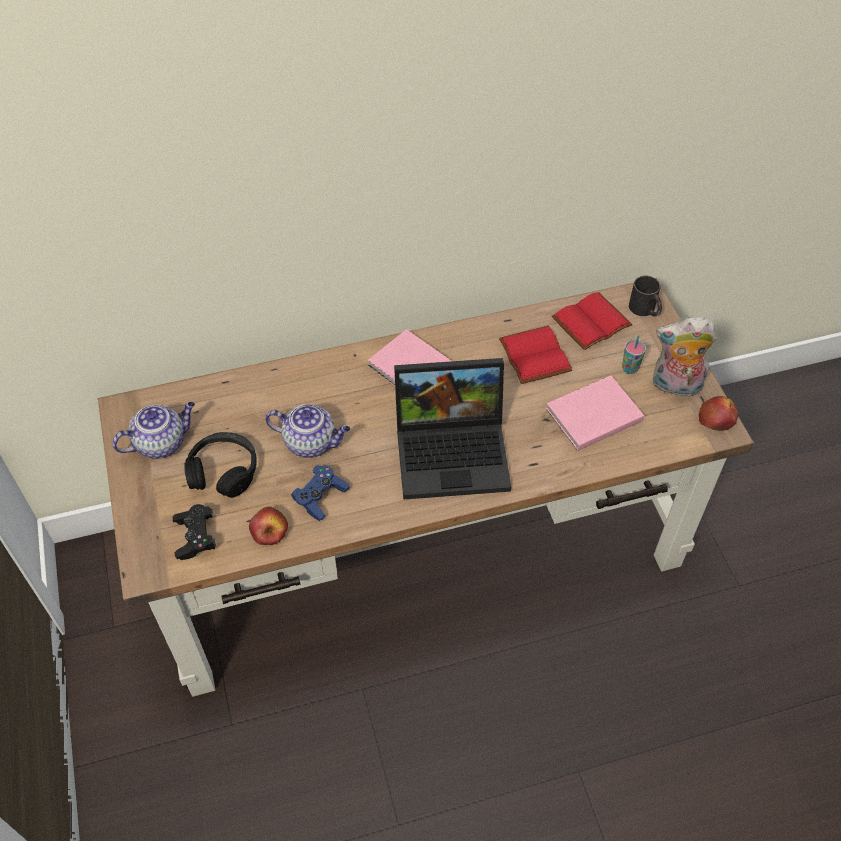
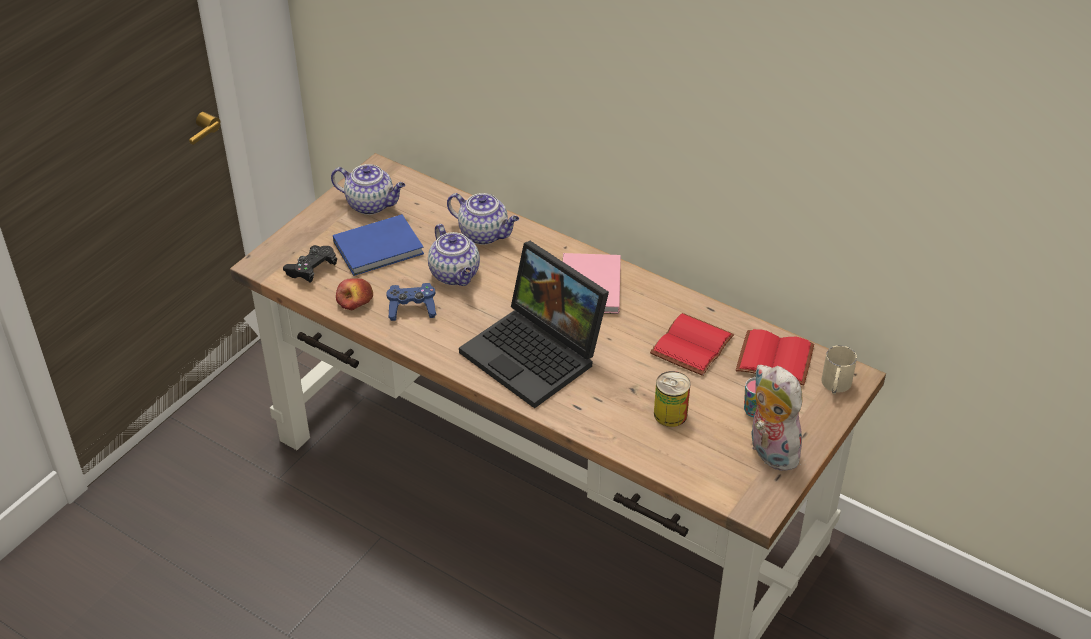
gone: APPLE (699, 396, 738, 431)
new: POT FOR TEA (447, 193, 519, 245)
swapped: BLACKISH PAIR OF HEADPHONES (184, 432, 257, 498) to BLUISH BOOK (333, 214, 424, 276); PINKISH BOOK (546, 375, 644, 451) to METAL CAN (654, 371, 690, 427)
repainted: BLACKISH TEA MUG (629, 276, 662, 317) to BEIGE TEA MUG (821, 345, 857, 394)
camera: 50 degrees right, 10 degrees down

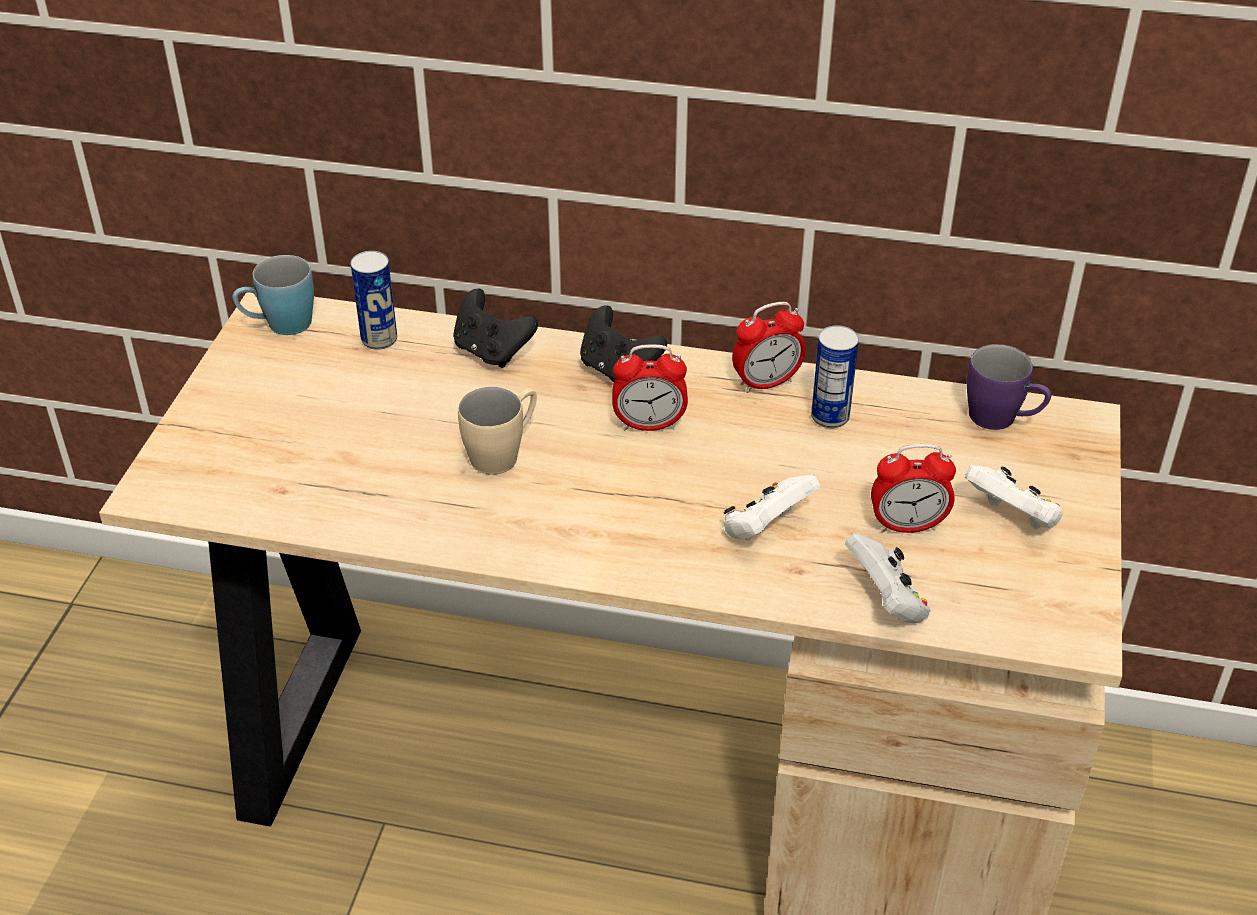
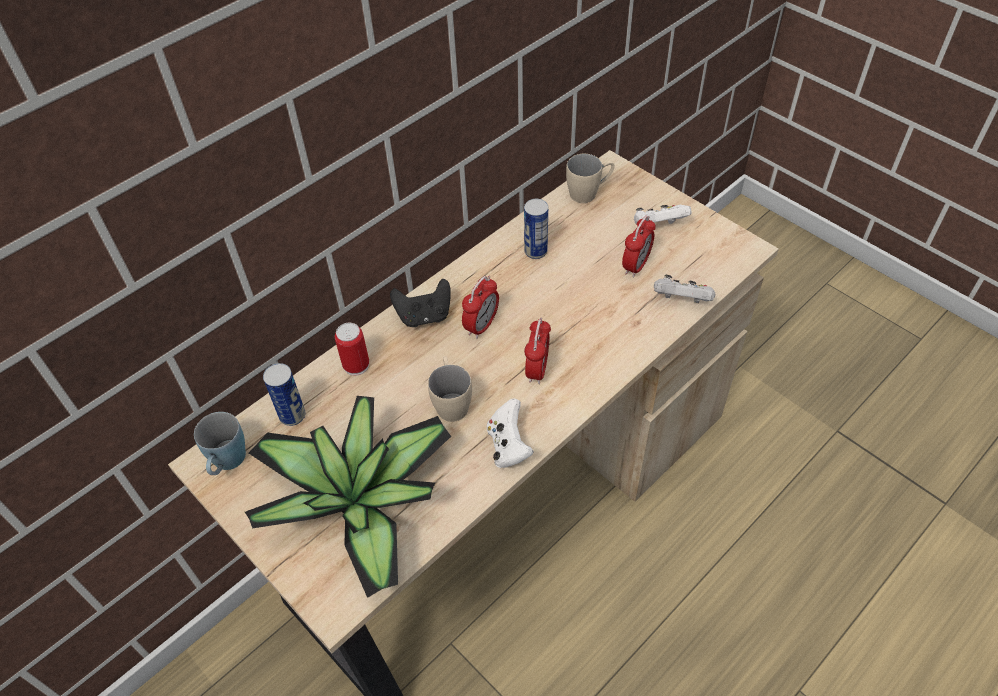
new: POTTED PLANT (245, 396, 451, 598)
shifted: WHITE-COLOURED JOYPAD (723, 475, 821, 541) to (487, 399, 534, 468); ALARM CLOCK (732, 302, 806, 393) to (524, 318, 551, 384)
swapped: BLACKISH JOYPAD (453, 288, 538, 368) to METAL CAN (335, 323, 369, 376)
repainted: PURPLE-COLOURED TEA MUG (967, 344, 1051, 430) to BEIGE TEA MUG (566, 154, 615, 203)
camera: 55 degrees left, 10 degrees up

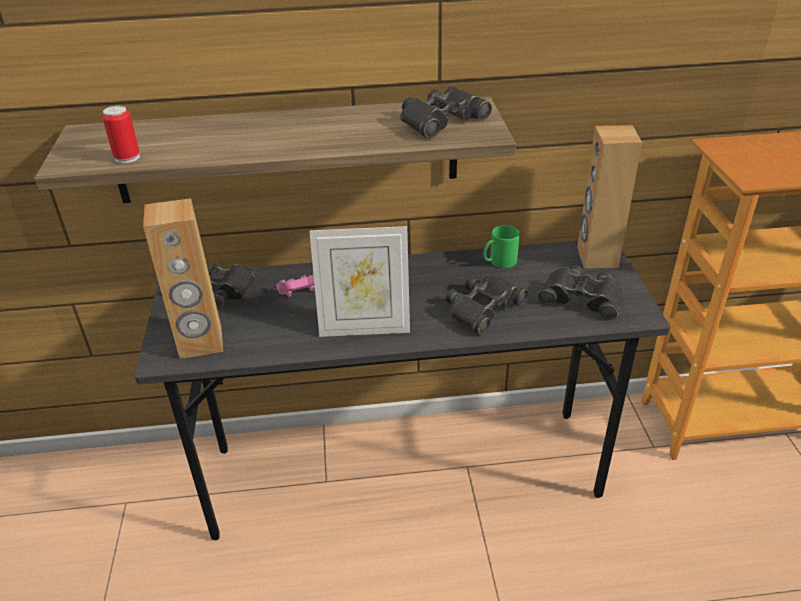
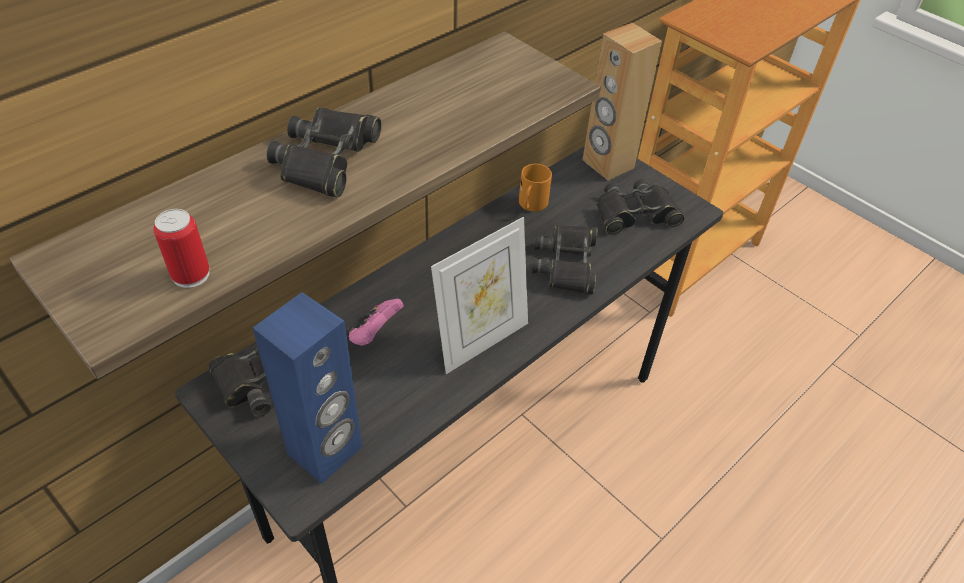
shifted: BLACKISH PAIR OF BINOCULARS (400, 86, 492, 139) to (267, 107, 382, 198)
repainted: BROWN LOUDSPEAKER (143, 198, 223, 359) to BLUISH LOUDSPEAKER (253, 292, 362, 484); GREENISH TEA MUG (483, 225, 520, 268) to ORANGE-COLOURED TEA MUG (519, 164, 552, 212)
camera: 40 degrees left, 10 degrees up

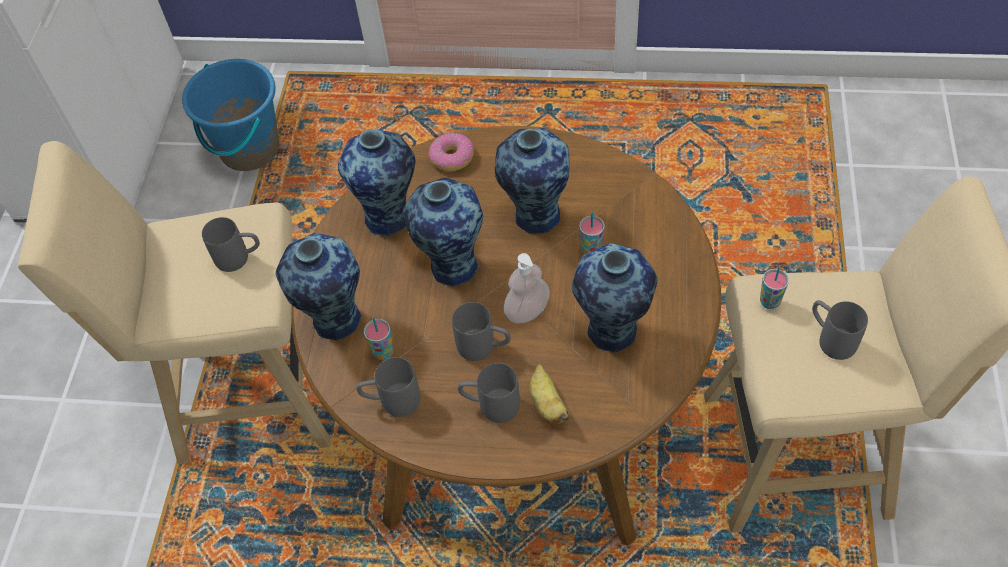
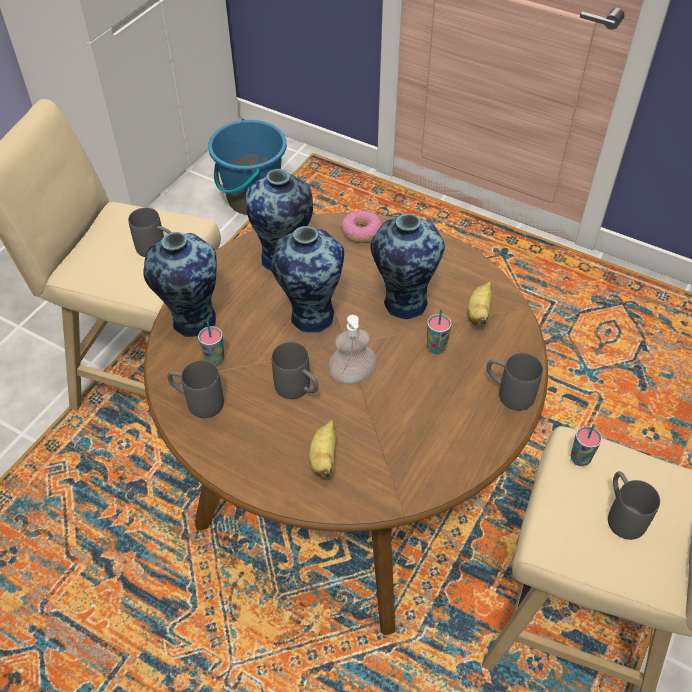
gone: FLOWER VASE (572, 243, 658, 352)
new: BANANA (468, 282, 492, 327)
shifted: GRAY TEA MUG (458, 363, 520, 423) to (487, 353, 543, 411)
camera: 20 degrees right, 5 degrees down

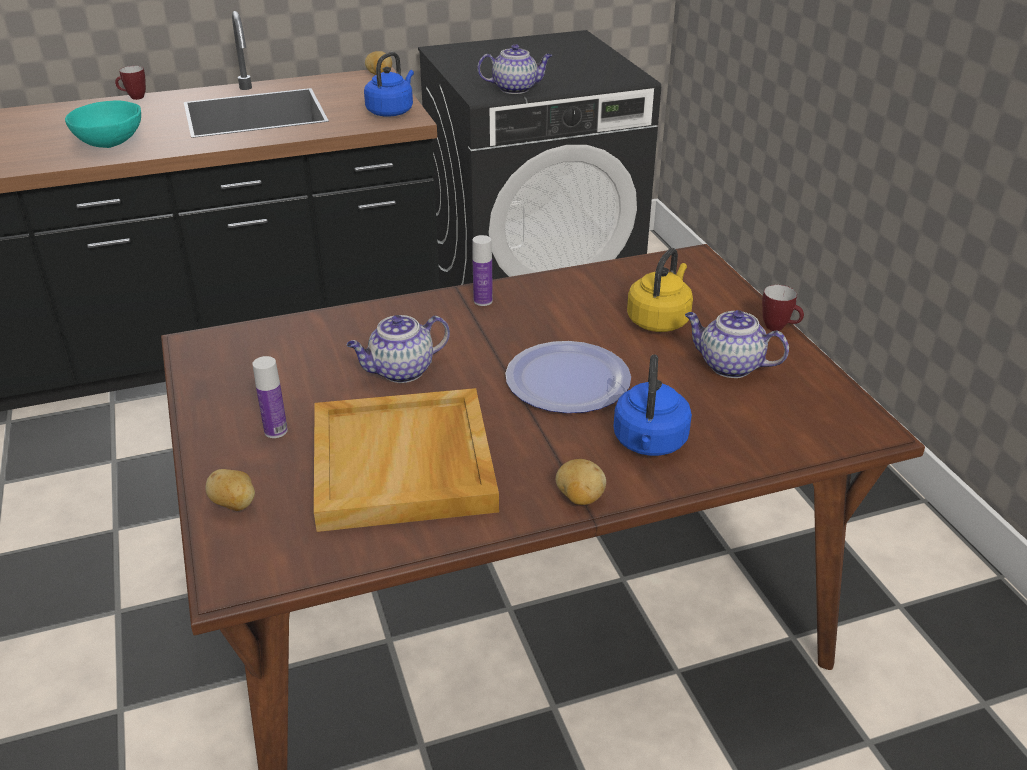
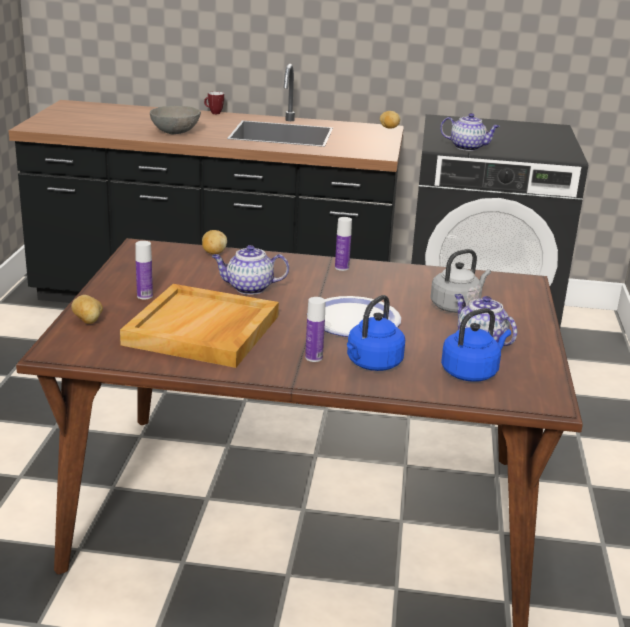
gone: TEA MUG (762, 285, 804, 331)
new: BOTTLE (305, 297, 326, 362)
shifted: SPUD (556, 459, 606, 505) to (202, 230, 227, 254); BLUISH KETTLE (364, 52, 414, 116) to (441, 308, 511, 382)
repainted: BLUE-GREEN DEEP DISH (65, 100, 141, 148) to GRAY DEEP DISH (150, 106, 201, 134); YELLOWISH KETTLE (627, 248, 693, 332) to GRAY KETTLE (430, 249, 491, 313)
camera: 25 degrees right, 10 degrees down

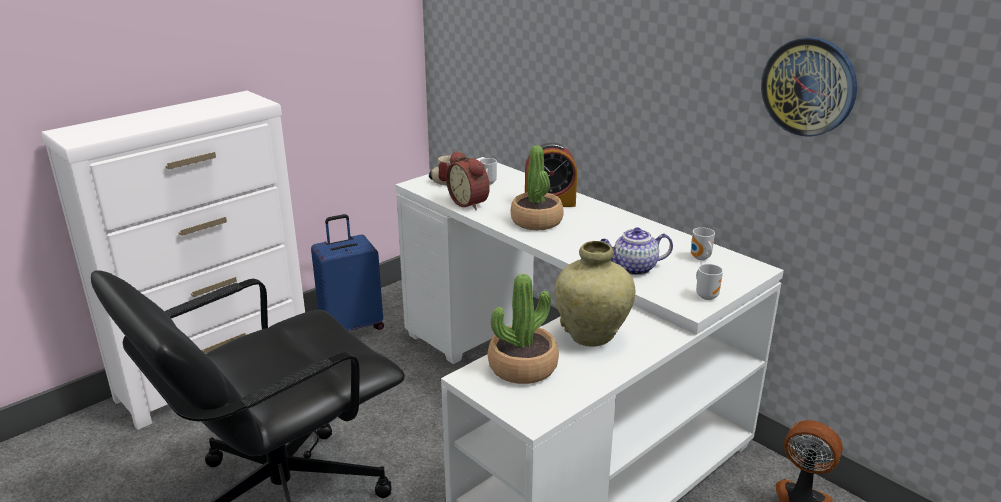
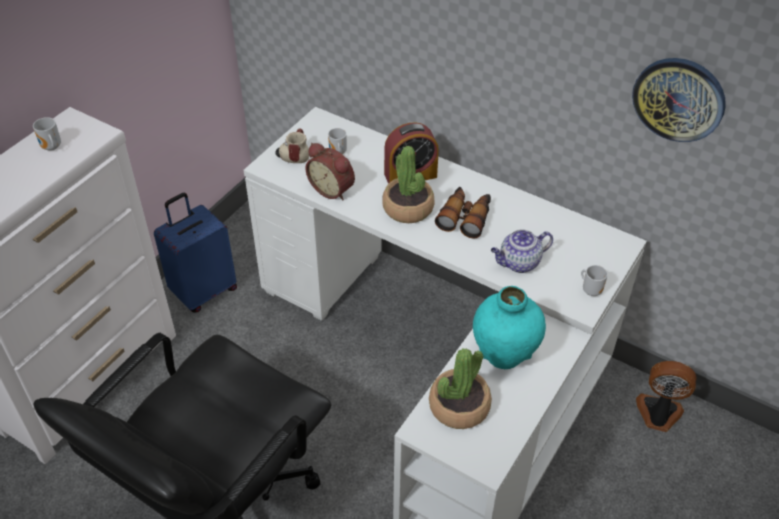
new: PAIR OF BINOCULARS (435, 187, 491, 239)
shifted: TEA MUG (691, 227, 715, 260) to (33, 117, 61, 151)
repainted: BEIGE FLOWER VASE (554, 241, 636, 347) to BLUE-GREEN FLOWER VASE (473, 286, 546, 369)
camera: 15 degrees left, 20 degrees up

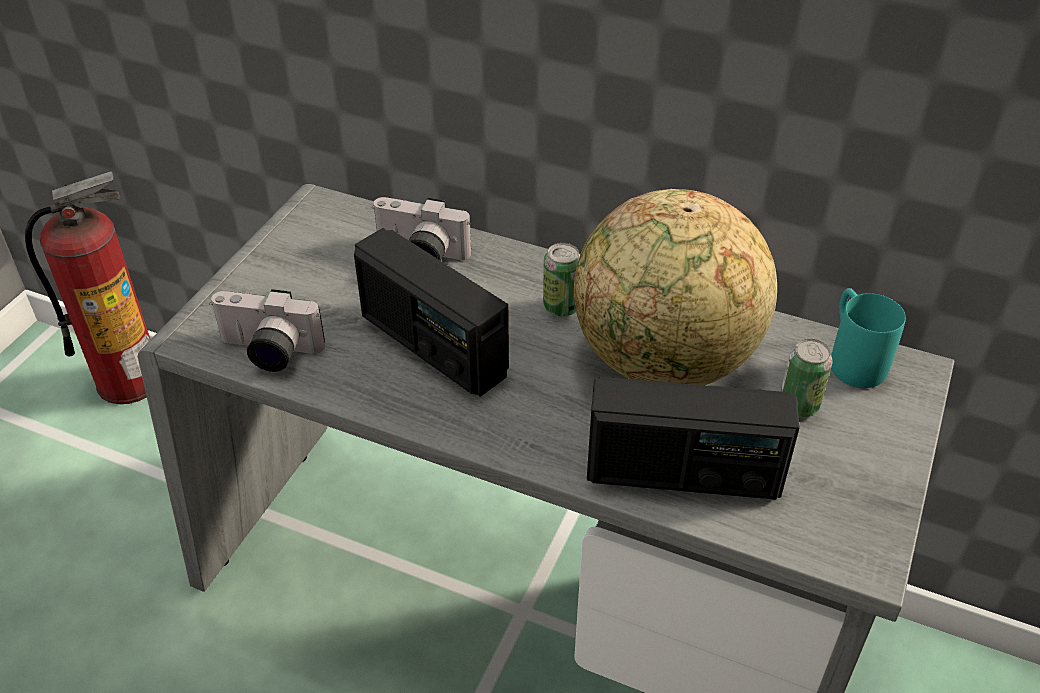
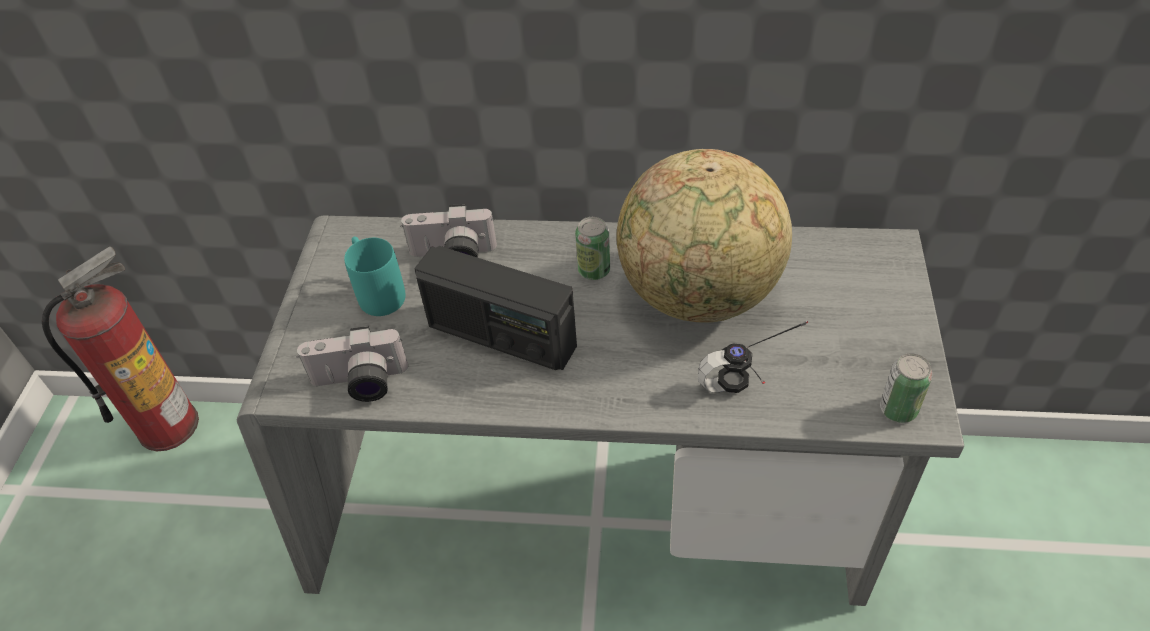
shifted: BLUE-GREEN TEA MUG (831, 288, 906, 388) to (344, 236, 406, 316); METAL CAN (781, 339, 833, 417) to (880, 353, 932, 423)
swapped: RADIO SET (587, 377, 800, 500) to PAIR OF HEADPHONES (698, 320, 808, 393)
camera: 15 degrees left, 5 degrees up

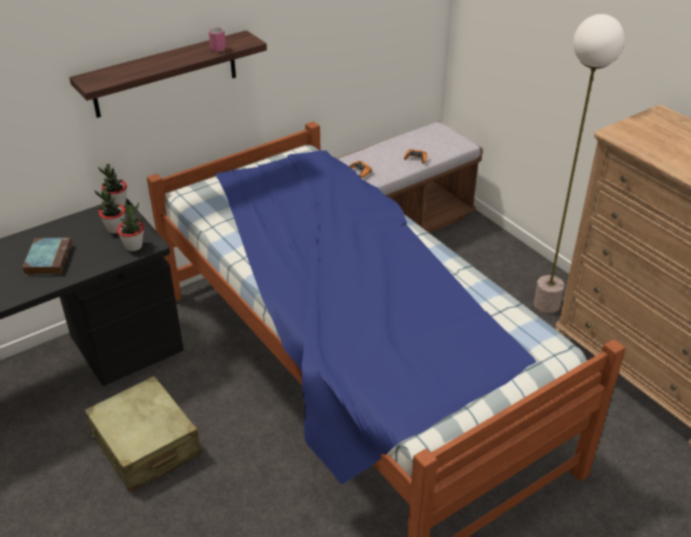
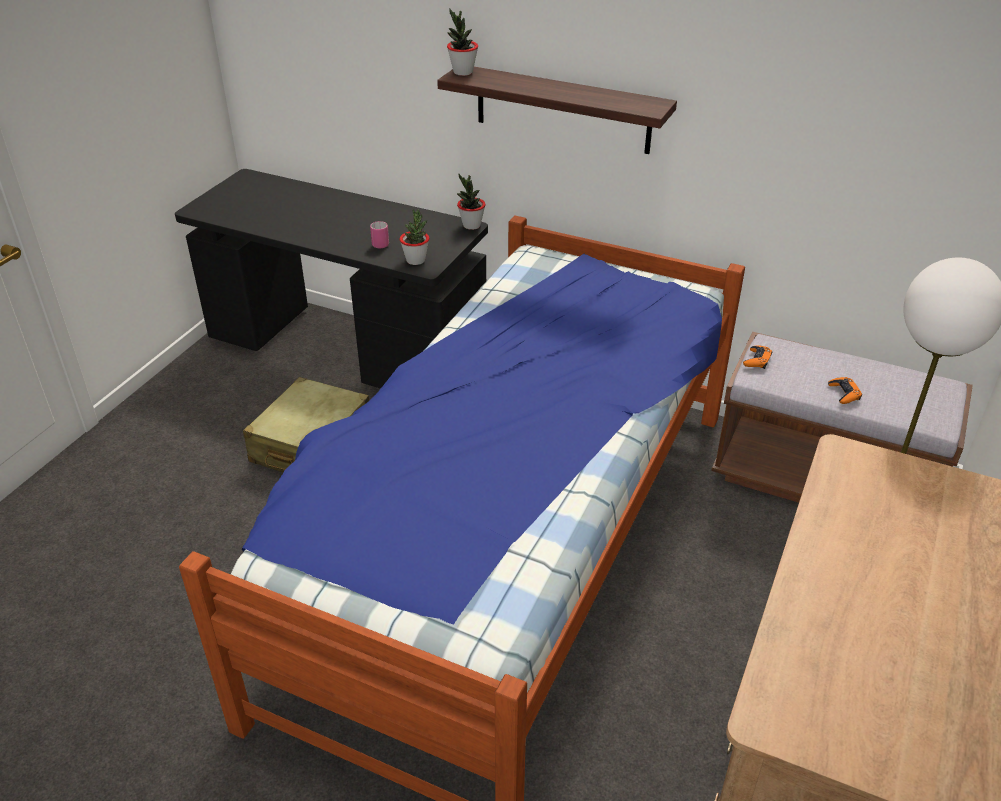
gone: BOOK (23, 237, 72, 276)
shifted: PINKISH TEA MUG (209, 27, 226, 52) to (370, 221, 389, 248); POTTED PLANT (94, 187, 125, 234) to (447, 9, 478, 76)
camera: 60 degrees right, 0 degrees up

